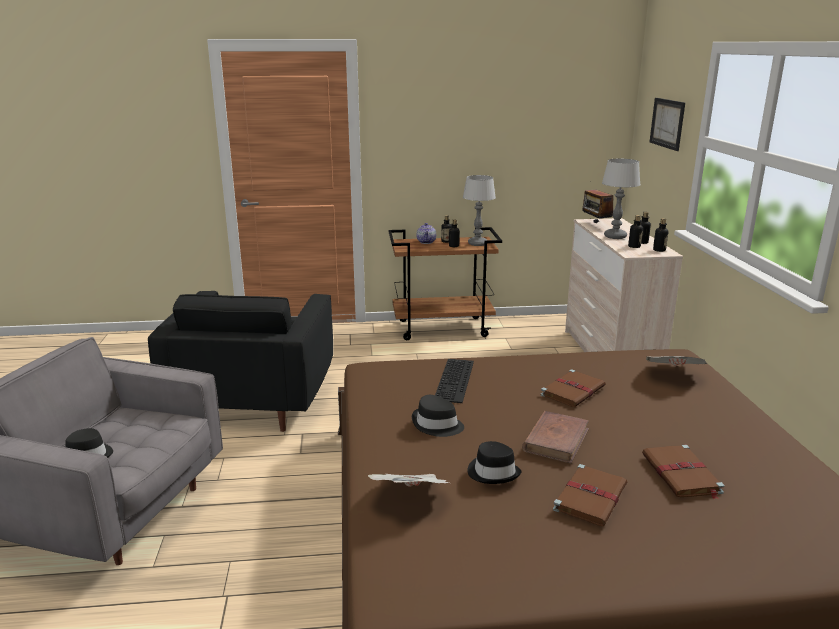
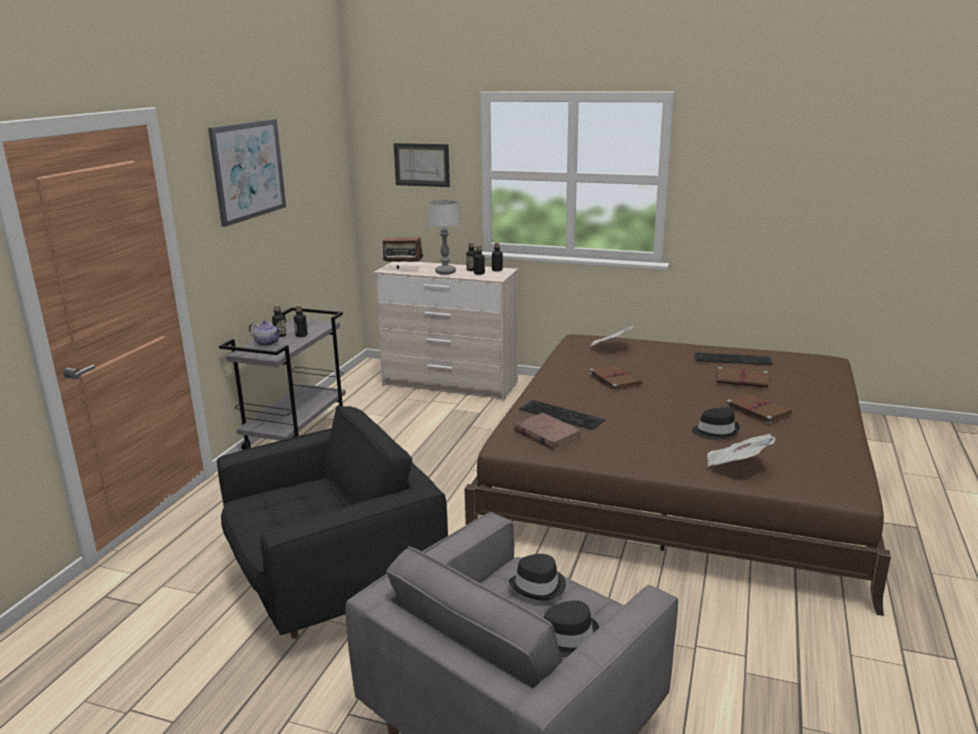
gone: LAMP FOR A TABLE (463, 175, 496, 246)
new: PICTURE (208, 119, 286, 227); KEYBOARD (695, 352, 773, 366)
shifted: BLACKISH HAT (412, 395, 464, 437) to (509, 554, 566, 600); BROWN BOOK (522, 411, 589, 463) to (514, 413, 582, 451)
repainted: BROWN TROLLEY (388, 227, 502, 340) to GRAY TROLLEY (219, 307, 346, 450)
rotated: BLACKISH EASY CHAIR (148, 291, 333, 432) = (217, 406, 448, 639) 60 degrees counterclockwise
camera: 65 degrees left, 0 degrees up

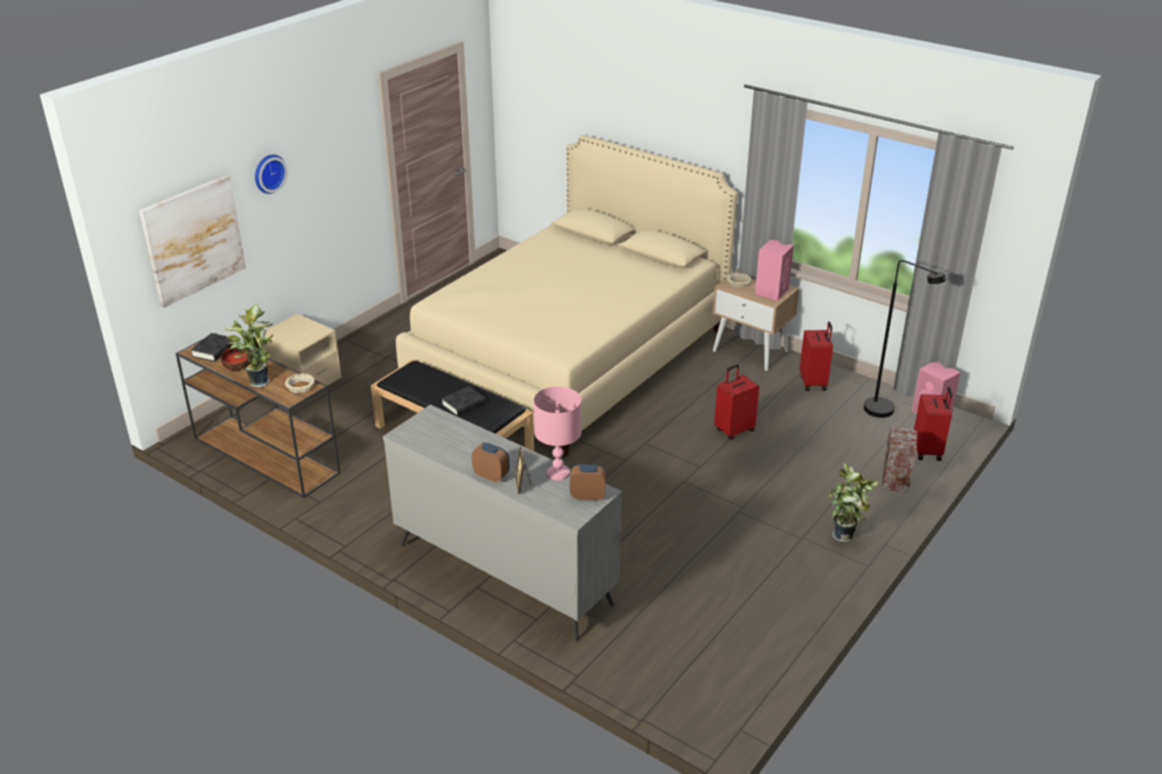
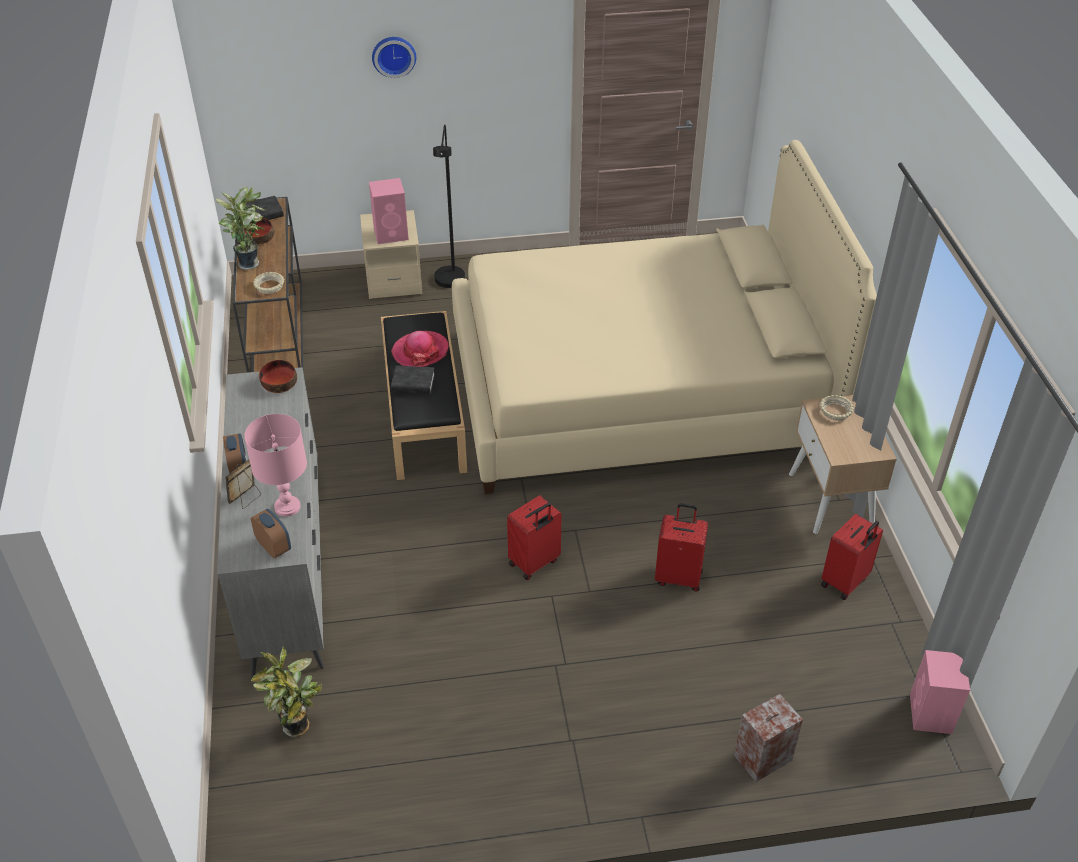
gone: PICTURE (139, 175, 246, 308)
new: DEEP DISH (259, 360, 297, 393); HAT (391, 331, 449, 367)
shifted: POTTED PLANT (828, 462, 879, 543) to (251, 646, 322, 738); PINKISH LOUDSPEAKER (755, 240, 794, 301) to (369, 178, 409, 244); BLACKISH FLOOR LAMP (864, 260, 946, 418) to (433, 125, 465, 288); RED PIECE OF LUGGAGE (914, 387, 952, 461) to (507, 495, 562, 580)
camera: 45 degrees right, 10 degrees up

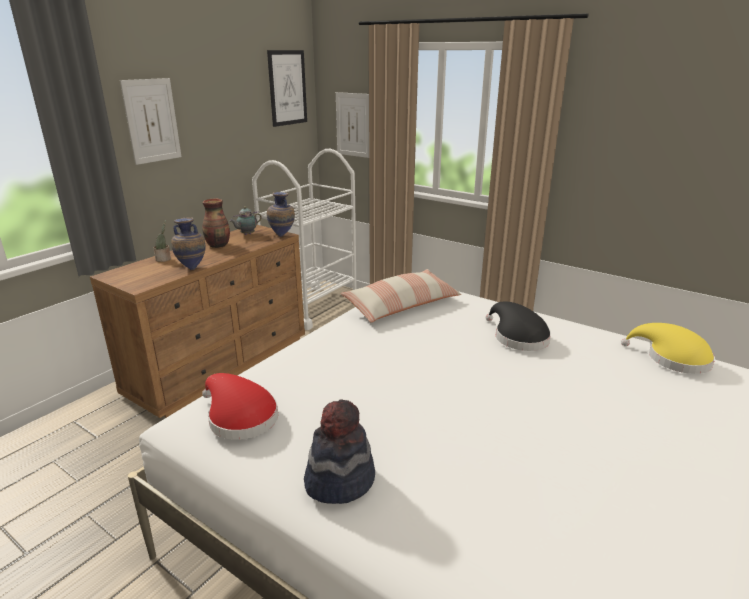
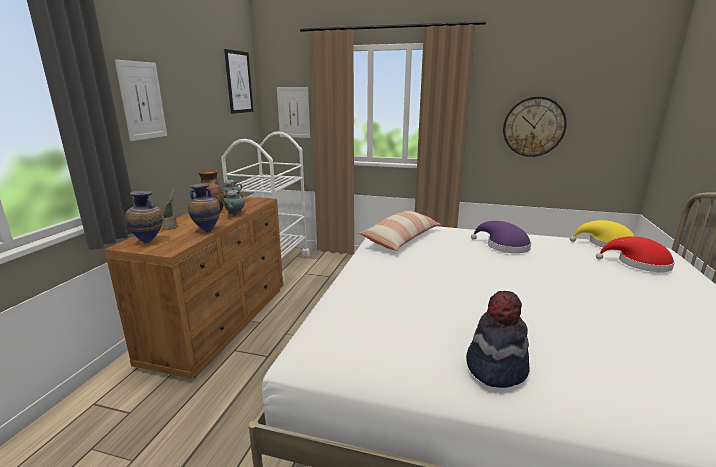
new: POT FOR TEA (223, 187, 245, 216); WALL CLOCK (503, 97, 567, 157)
shifted: FLOWER VASE (267, 192, 295, 237) to (125, 191, 163, 243); RED HAT (202, 373, 278, 440) to (596, 236, 675, 272)
repainted: BLACKISH HAT (486, 301, 551, 351) to PURPLE-COLOURED HAT (471, 221, 531, 253)
camera: 20 degrees left, 5 degrees down

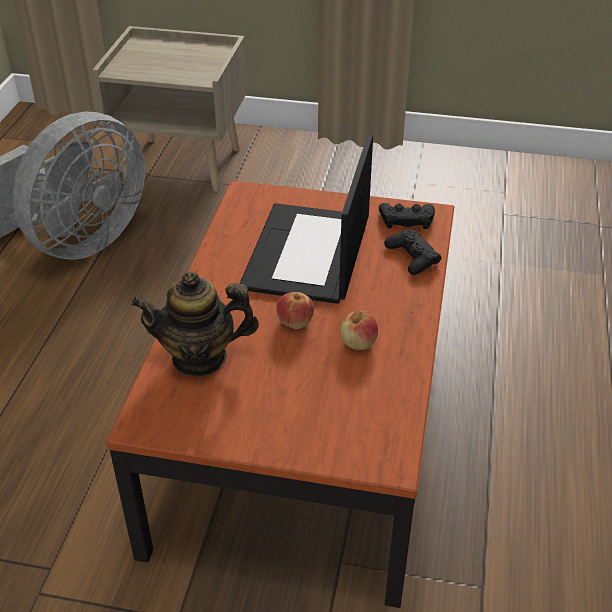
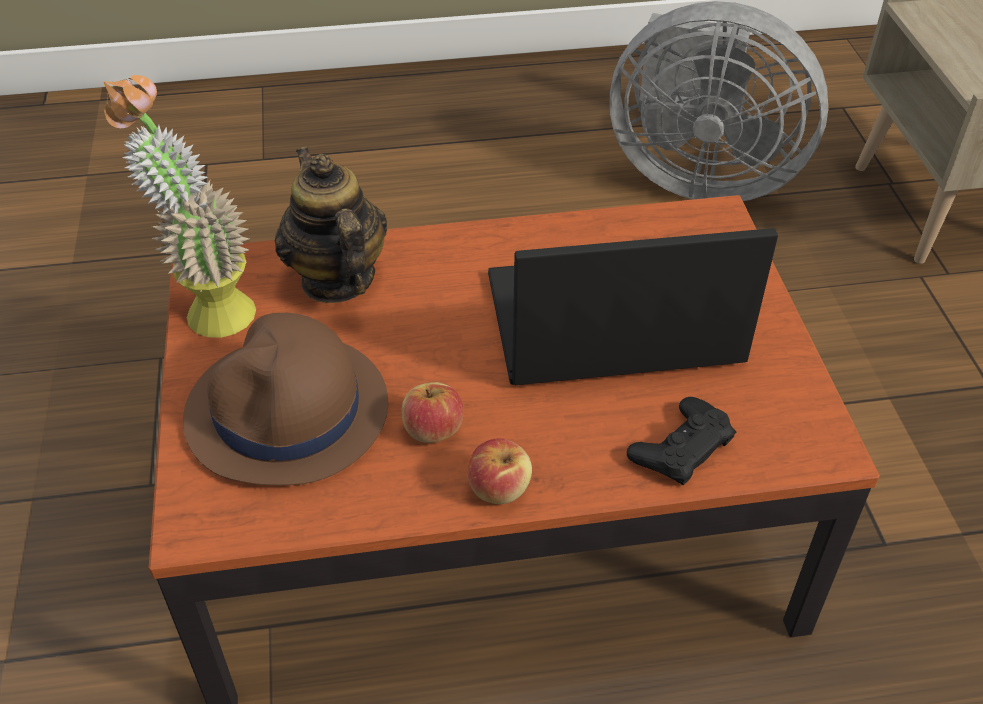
gone: BLACKISH JOYPAD (379, 203, 435, 229)
new: POTTED PLANT (103, 75, 256, 338); BROWN HAT (183, 313, 388, 485)
shifted: APPLE (276, 292, 314, 329) to (468, 438, 532, 504)
camera: 70 degrees right, 5 degrees up

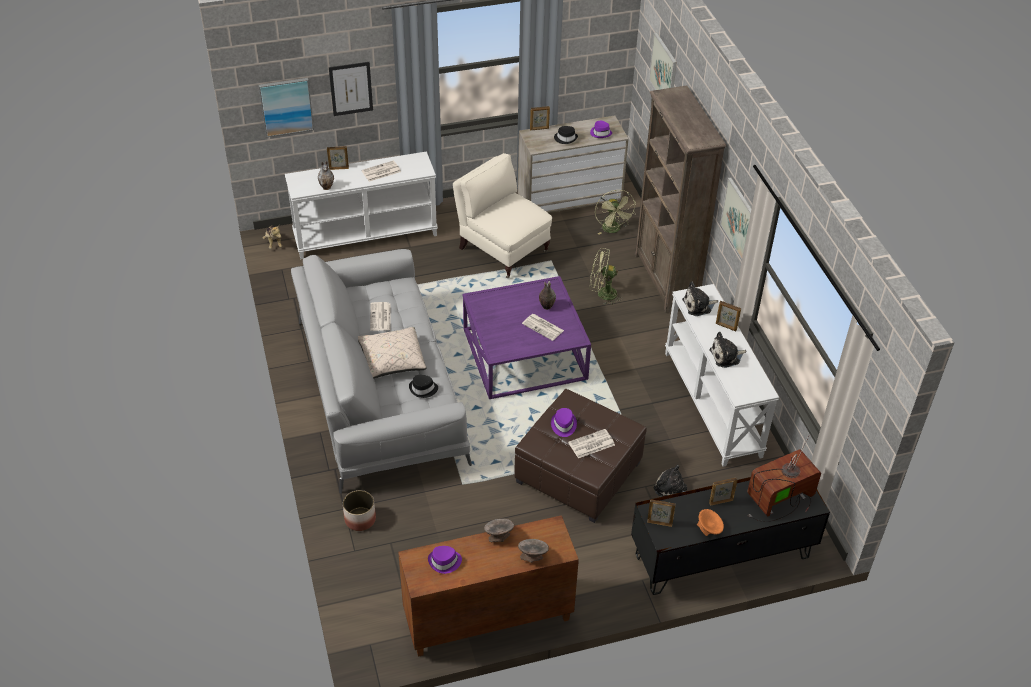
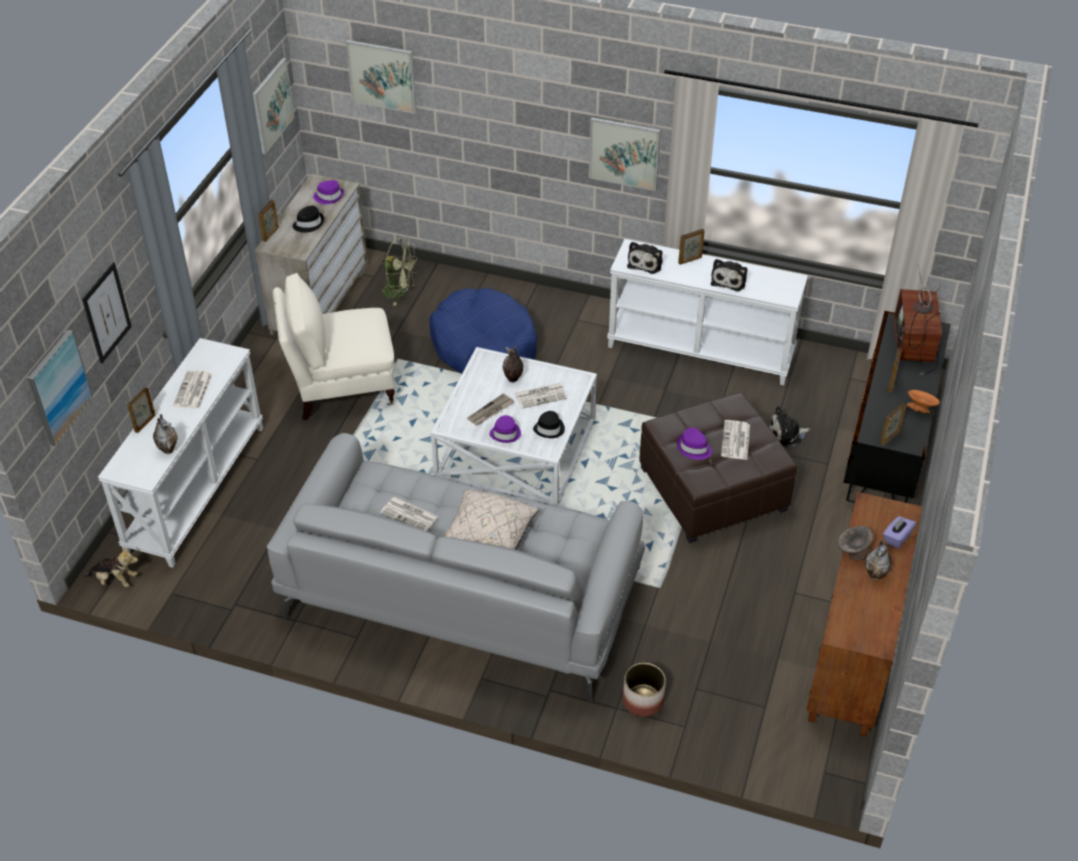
gone: BROWN BOOKCASE (635, 85, 726, 313)
new: PICTURE (253, 58, 295, 154); NEWSPAPER (467, 393, 514, 426); FLOWER VASE (865, 540, 892, 580)
shifted: PURPLE-COLOURED HAT (428, 546, 462, 574) to (489, 415, 521, 443); BLACKISH HAT (409, 375, 438, 398) to (533, 411, 565, 438)
swapped: GREENISH FAN (590, 248, 623, 305) to BLUISH DOG BED (429, 288, 537, 374); GRAY DEEP DISH (518, 539, 549, 563) to PURPLE-COLOURED BOX OF TISSUES (883, 516, 916, 549)
repainted: PURPLE-COLOURED COFFEE TABLE (463, 276, 591, 399) to WHITE-COLOURED COFFEE TABLE (431, 347, 597, 505)
camera: 55 degrees left, 0 degrees up

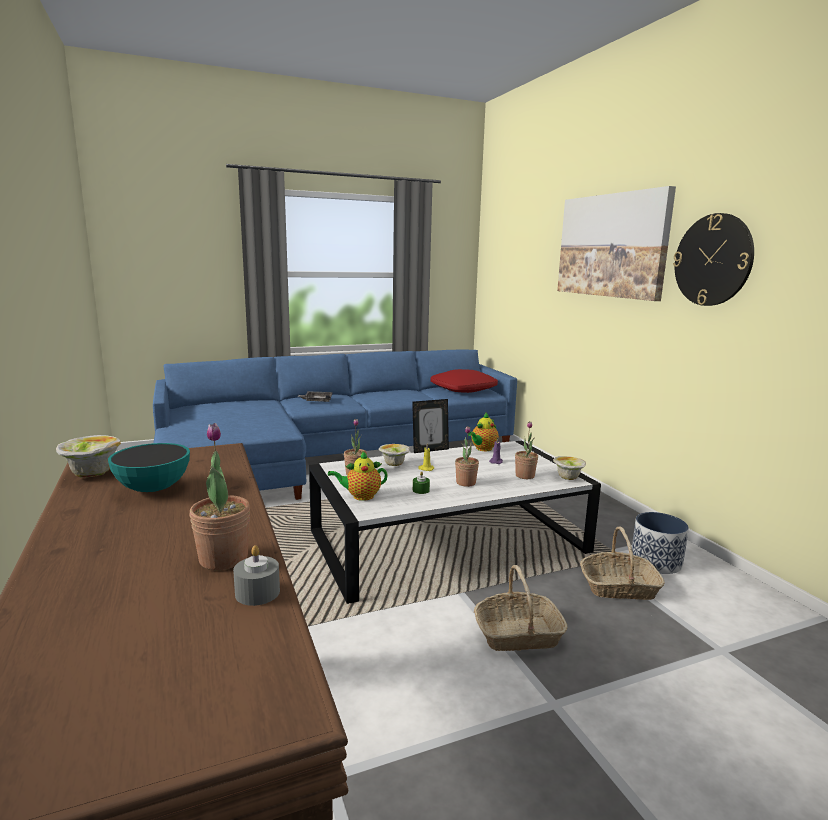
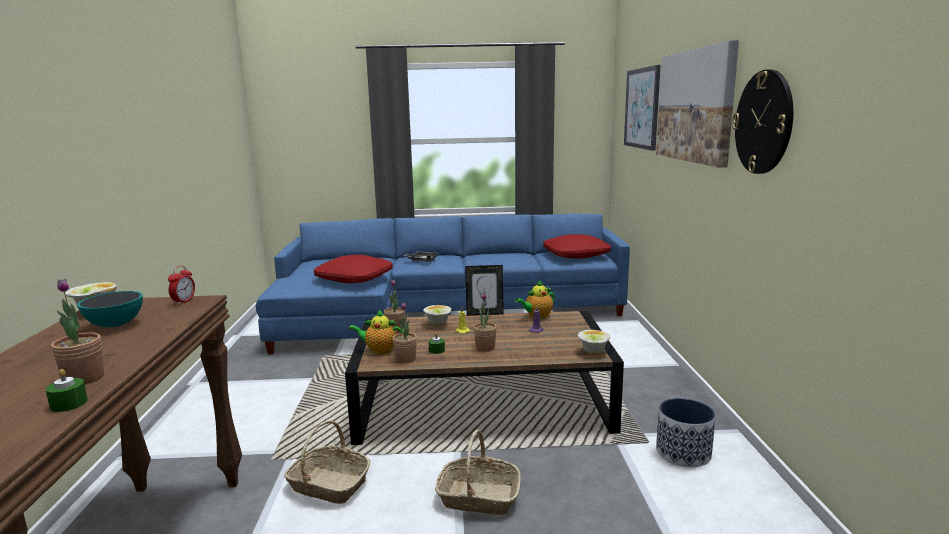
new: ALARM CLOCK (168, 265, 195, 305); RED THROW PILLOW (314, 255, 393, 283); PICTURE (624, 65, 661, 151)
shifted: STORAGE BASKET (580, 526, 665, 600) to (284, 420, 370, 504); POTTED PLANT (515, 421, 538, 479) to (393, 302, 417, 363)
repainted: GRAY CANDLE (233, 545, 280, 606) to GREENISH CANDLE (46, 369, 88, 412); WHITE-COLOURED COFFEE TABLE (309, 441, 601, 604) to BROWN COFFEE TABLE (345, 311, 624, 445)
camera: 20 degrees right, 0 degrees up

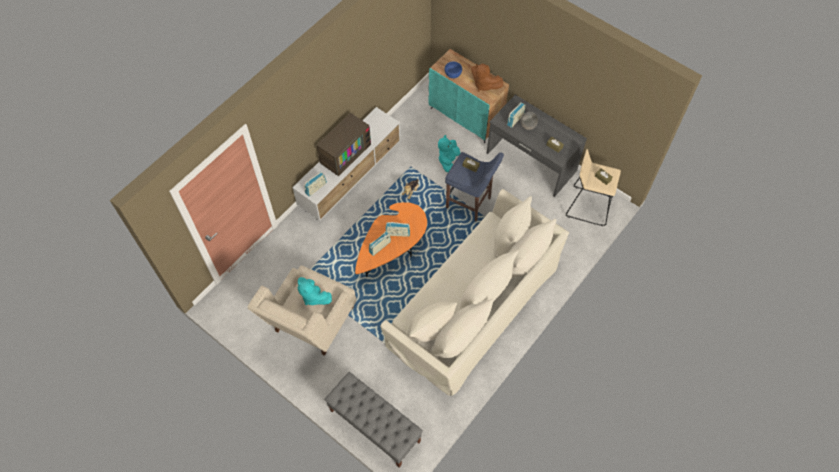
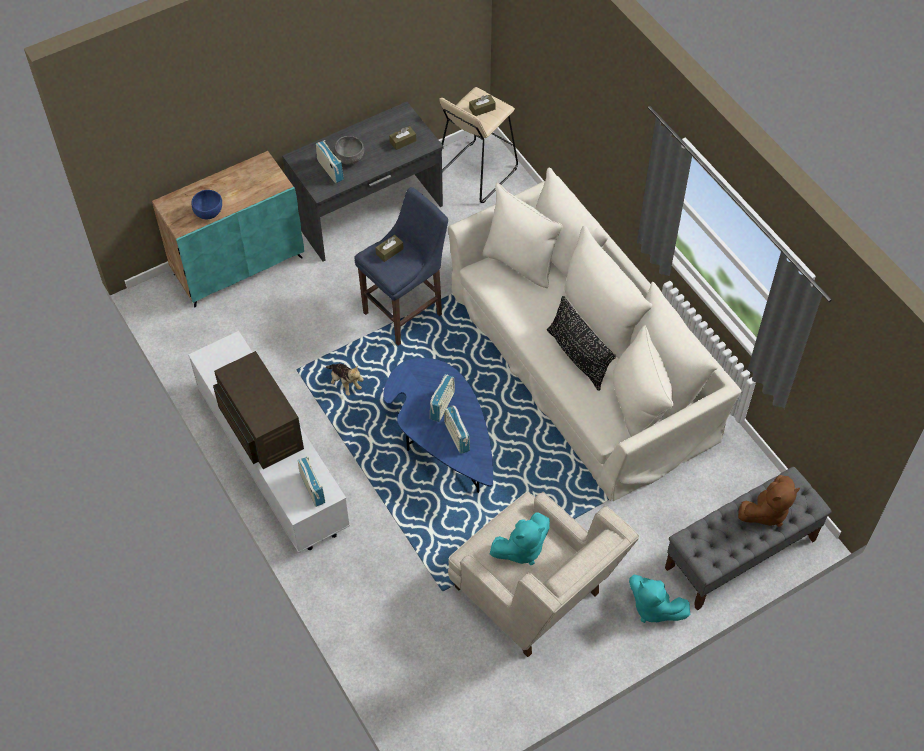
new: BLACKISH THROW PILLOW (547, 296, 616, 391)
shifted: BLUE-GREEN SOFT TOY (438, 135, 460, 172) to (629, 575, 690, 623); BROWN SOFT TOY (471, 64, 503, 92) to (738, 475, 800, 527)
repainted: ORANGE-COLOURED COFFEE TABLE (355, 202, 427, 277) to BLUISH COFFEE TABLE (384, 358, 493, 493)
camera: 70 degrees left, 5 degrees down

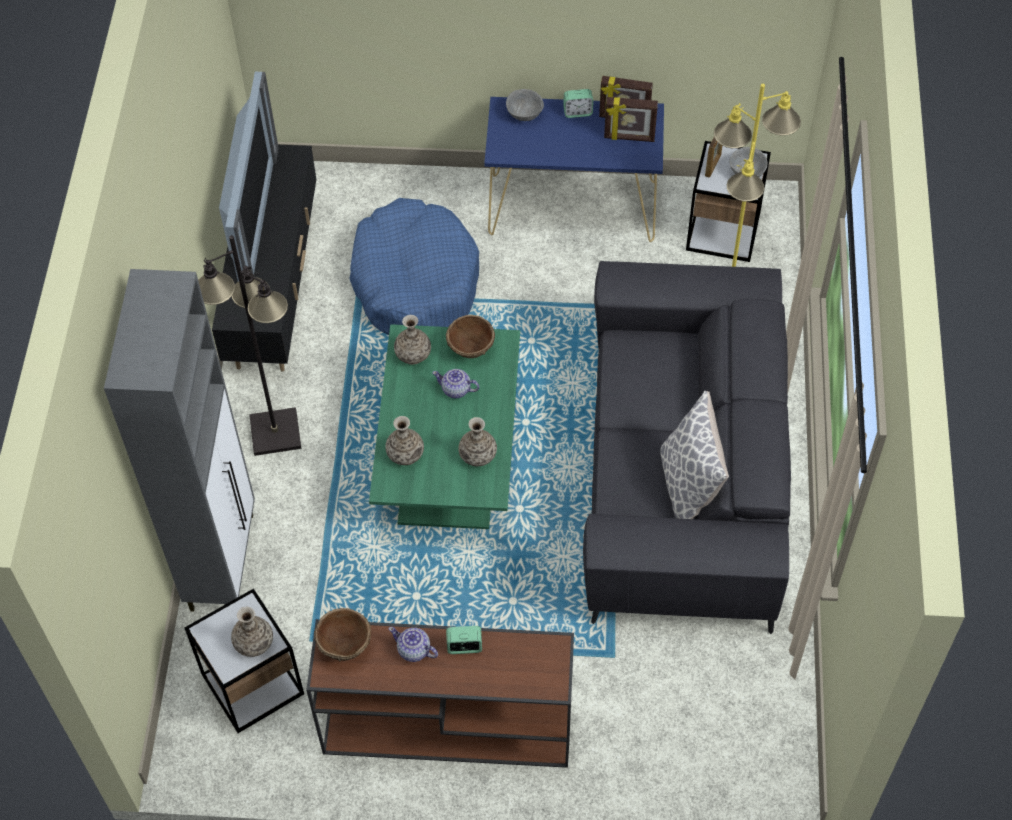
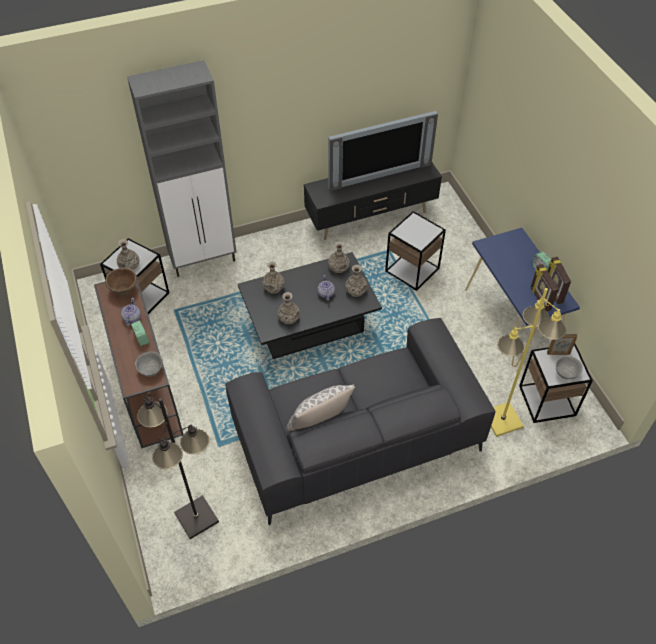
shifted: GRAY DEEP DISH (506, 89, 544, 121) to (135, 351, 163, 377); BLACKISH FLOOR LAMP (198, 235, 301, 456) to (137, 394, 219, 539)
swapped: BROWN DEEP DISH (446, 315, 495, 358) to FLOWER VASE (345, 265, 367, 297); BLUISH DOG BED (349, 198, 479, 335) to SIDE TABLE (385, 211, 446, 291)
repainted: GREENISH COFFEE TABLE (369, 324, 520, 529) to BLACKISH COFFEE TABLE (238, 252, 382, 359)
camera: 65 degrees right, 5 degrees down

